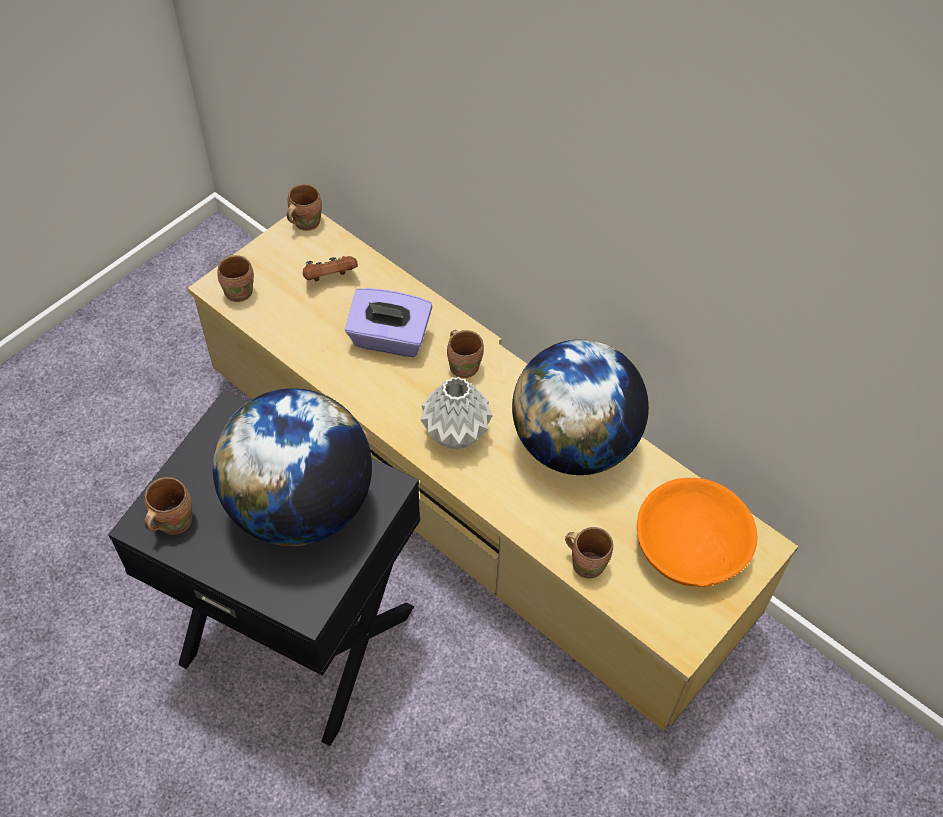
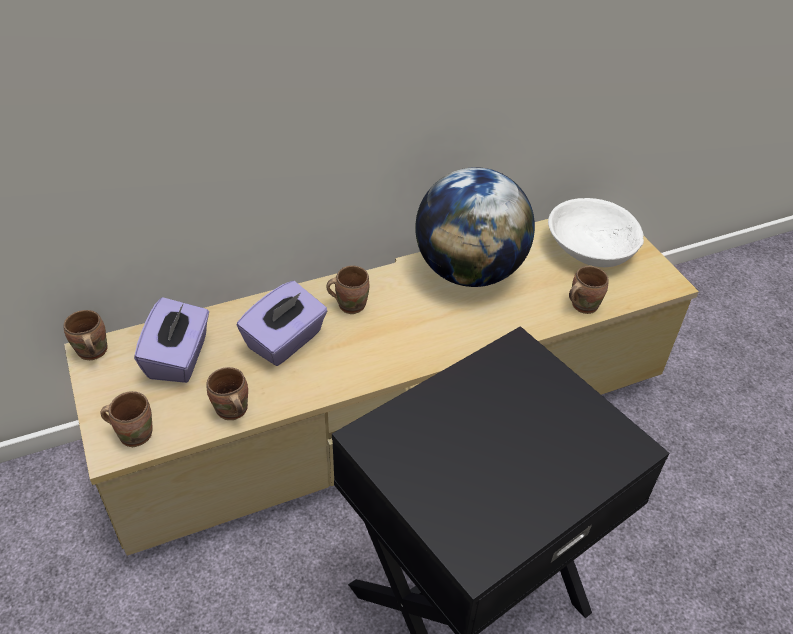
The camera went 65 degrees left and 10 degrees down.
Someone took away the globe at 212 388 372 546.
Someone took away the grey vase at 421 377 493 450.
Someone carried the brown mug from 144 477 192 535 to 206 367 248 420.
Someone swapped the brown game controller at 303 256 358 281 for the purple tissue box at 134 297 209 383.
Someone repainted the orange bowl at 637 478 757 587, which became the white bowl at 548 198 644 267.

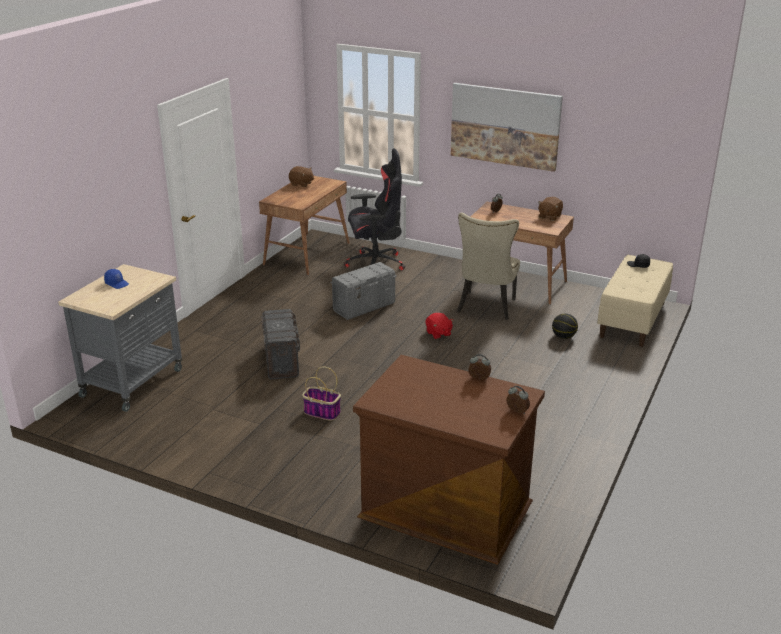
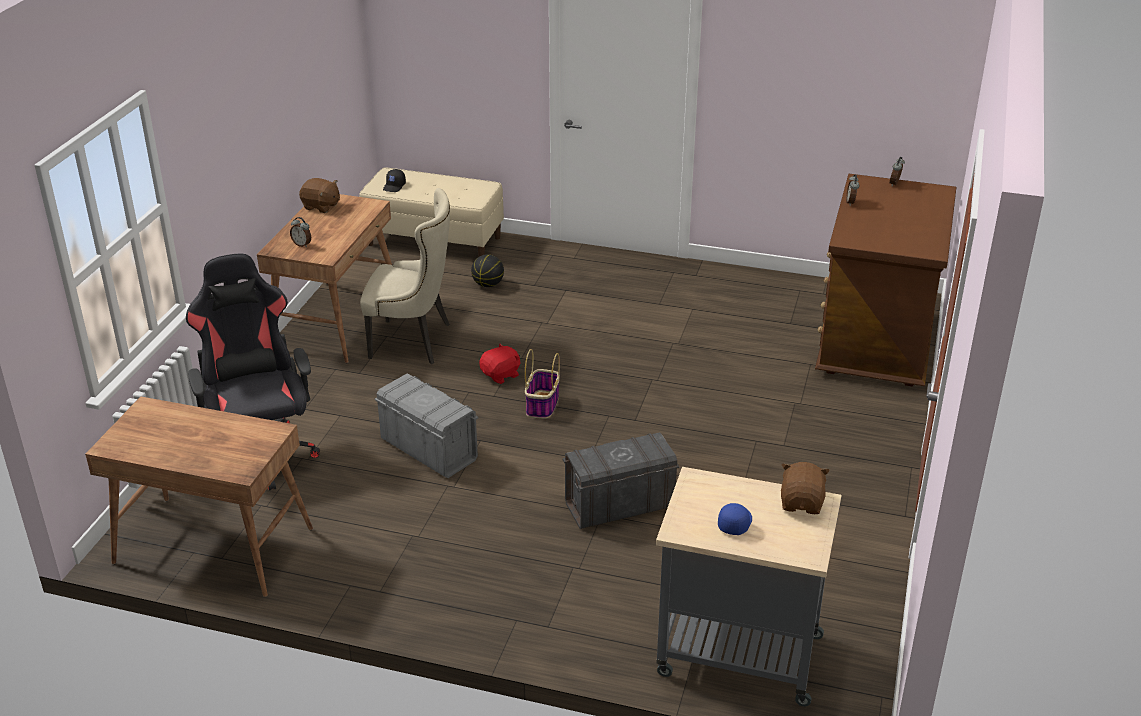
The camera went 100 degrees left and 5 degrees up.
Someone took away the picture at 451 83 563 172.
Someone carried the brown plush toy from 289 166 314 187 to 781 462 830 514.
Someone carried the basket from 302 367 341 421 to 525 349 560 419.

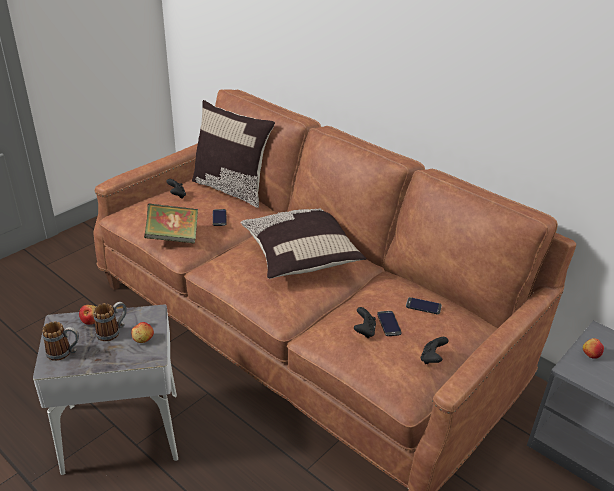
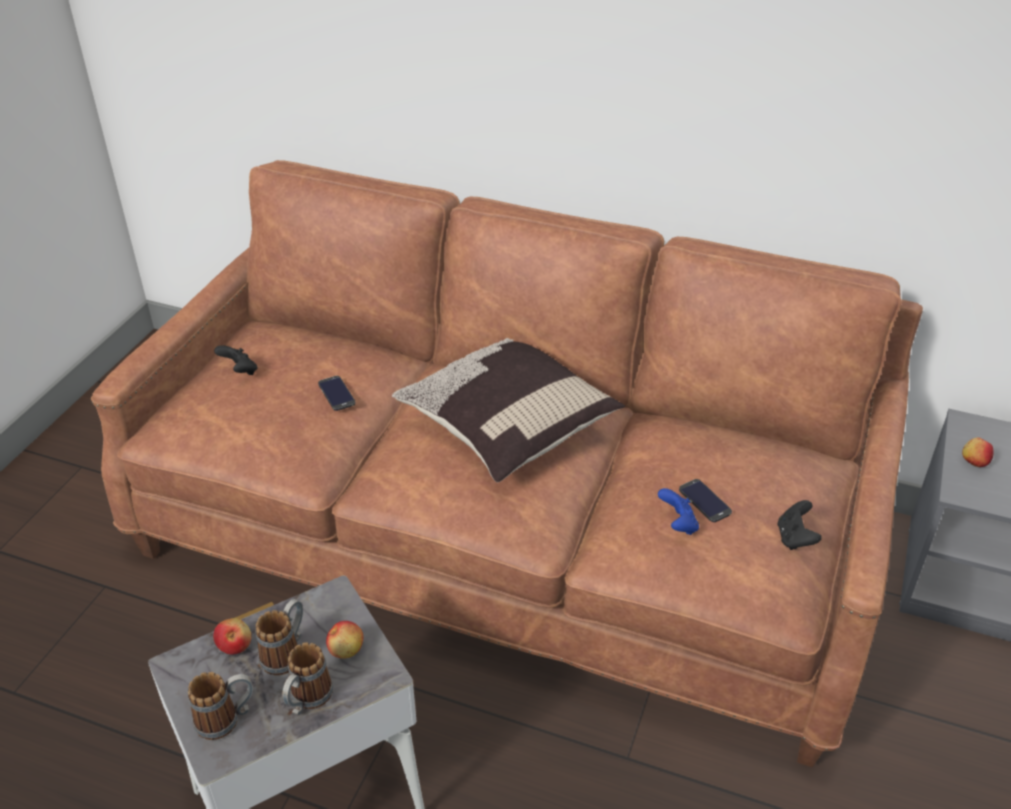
The camera went 20 degrees left and 5 degrees up.
Someone took away the book at 144 204 198 244.
Someone took away the pillow at 192 100 275 208.
Someone took away the phone at 406 297 442 314.
Someone put down the mug at 282 642 333 715.
Someone repainted the black game controller at 354 307 376 339, which became the blue game controller at 658 488 699 535.

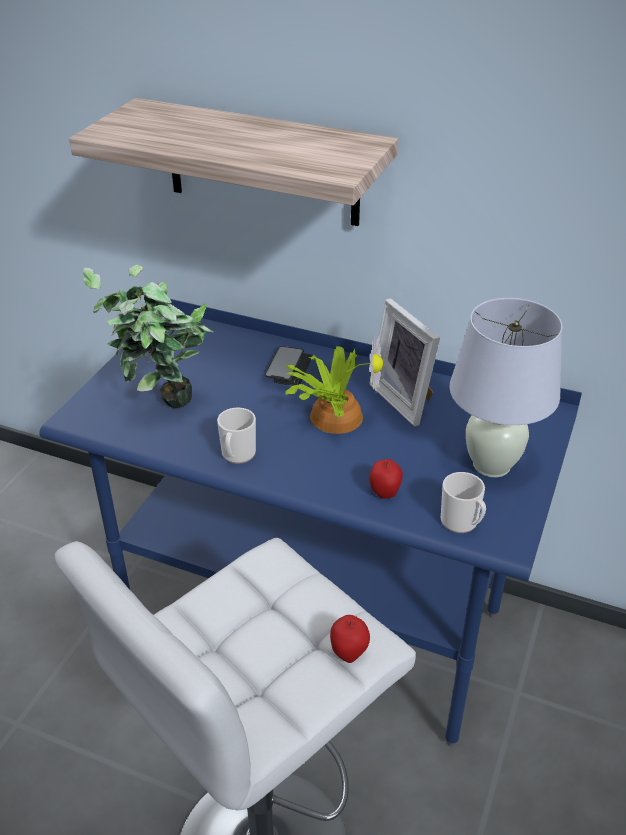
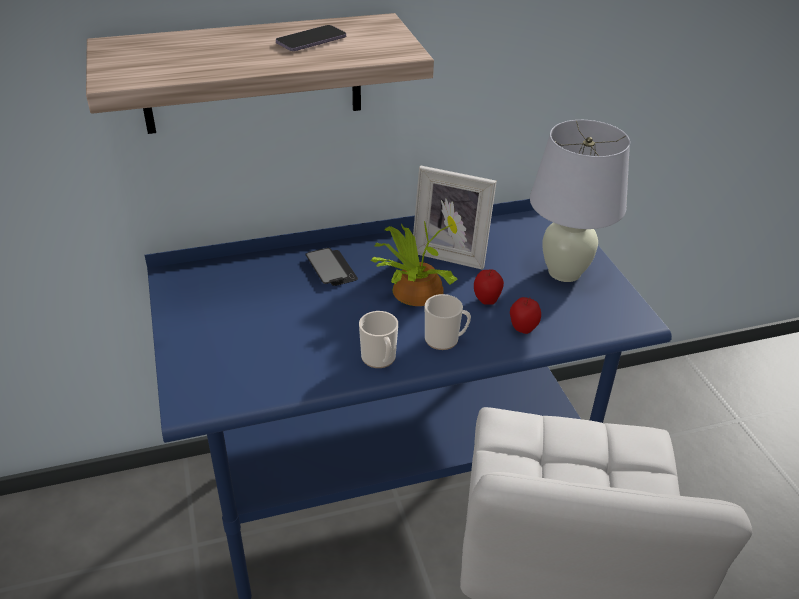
The camera went 40 degrees left and 0 degrees up.
Someone took away the potted plant at 83 265 214 408.
Someone put down the phone at 276 25 346 51.
Someone carried the apple from 330 615 370 663 to 474 269 504 305.
Someone carried the mug from 441 472 486 533 to 425 294 471 350.

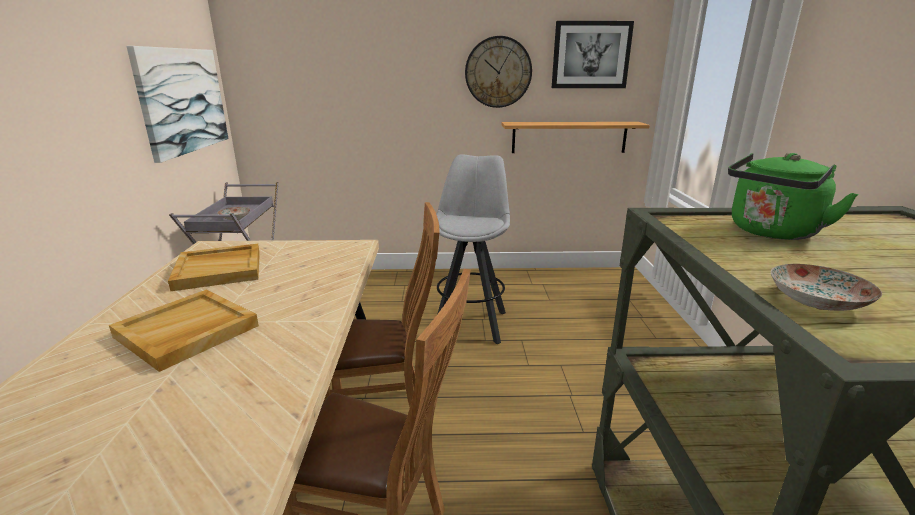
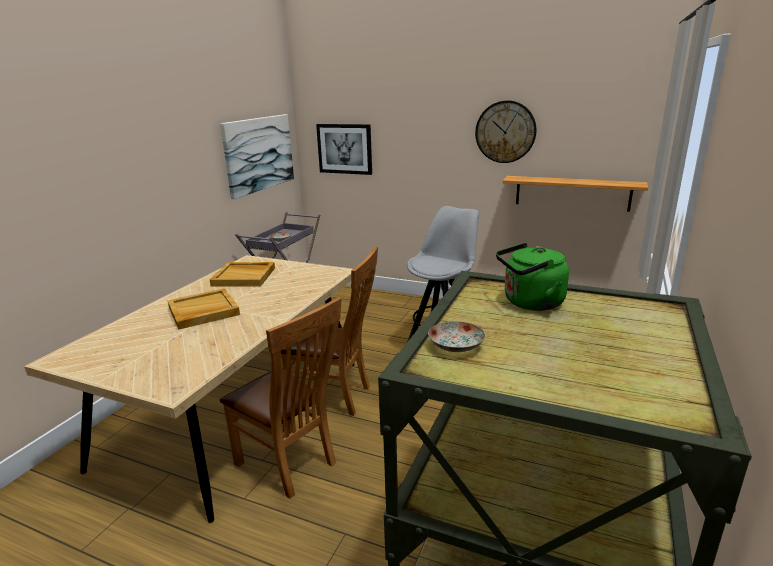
The camera went 25 degrees right and 0 degrees up.
Someone carried the picture from 552 21 634 88 to 316 124 372 175.

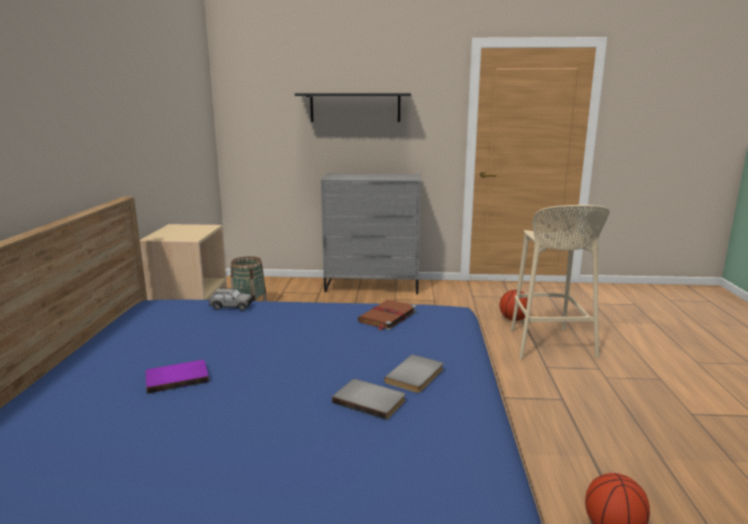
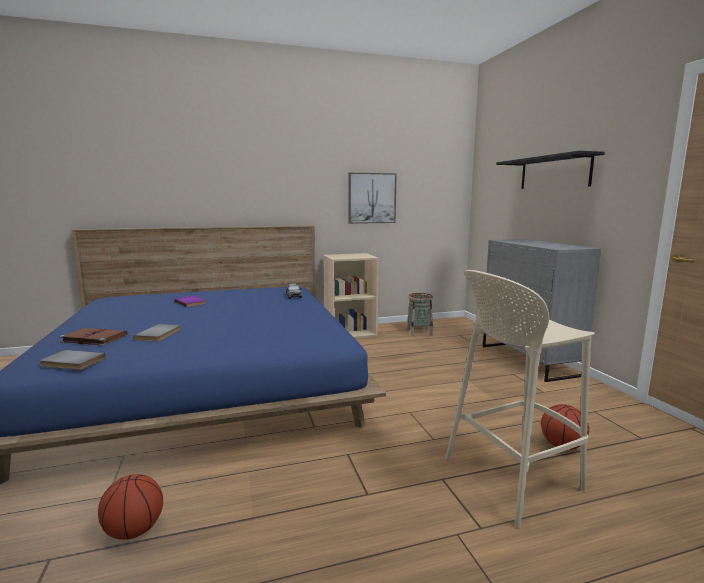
The camera went 70 degrees right and 5 degrees down.
Someone put up the picture at 349 173 397 224.
Someone carried the brown book from 358 300 417 330 to 59 328 128 346.
Someone carried the grey book from 384 354 443 393 to 39 350 106 370.

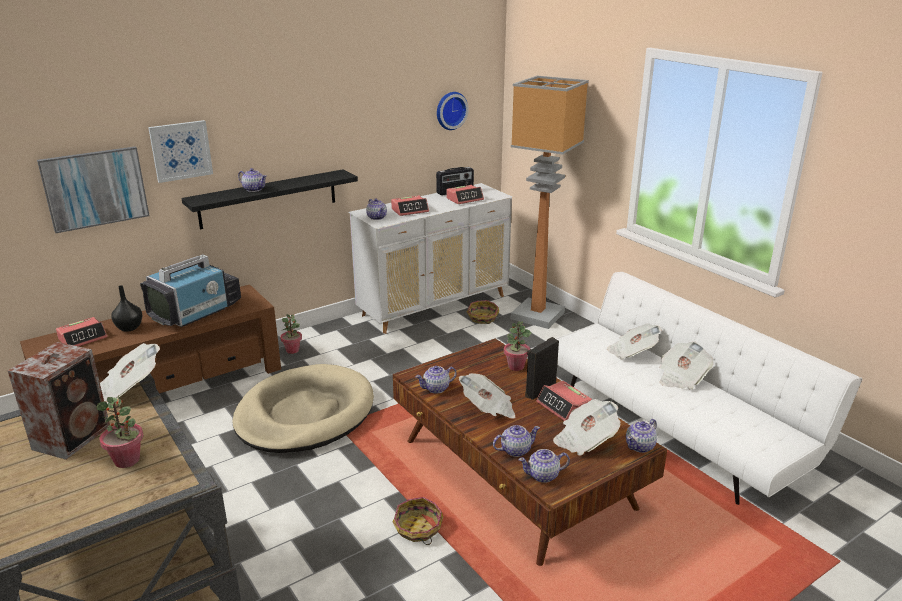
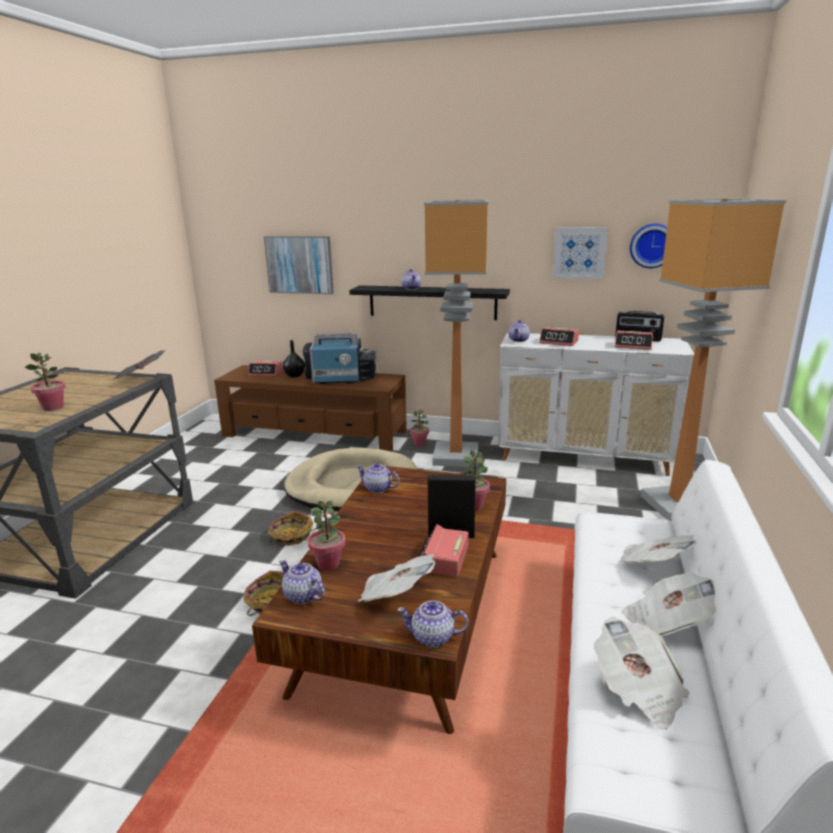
The camera went 50 degrees right and 5 degrees down.
Someone took away the speaker at 7 342 110 460.
Someone put down the floor lamp at 424 200 489 467.
Someone carried the picture from 148 120 213 183 to 553 227 608 279.
Someone carried the newspaper from 459 373 516 419 to 594 617 690 730.
Someone carried the basket from 467 300 499 324 to 268 511 314 546.
Someone swapped the teapot at 493 425 540 457 for the potted plant at 308 501 346 570.

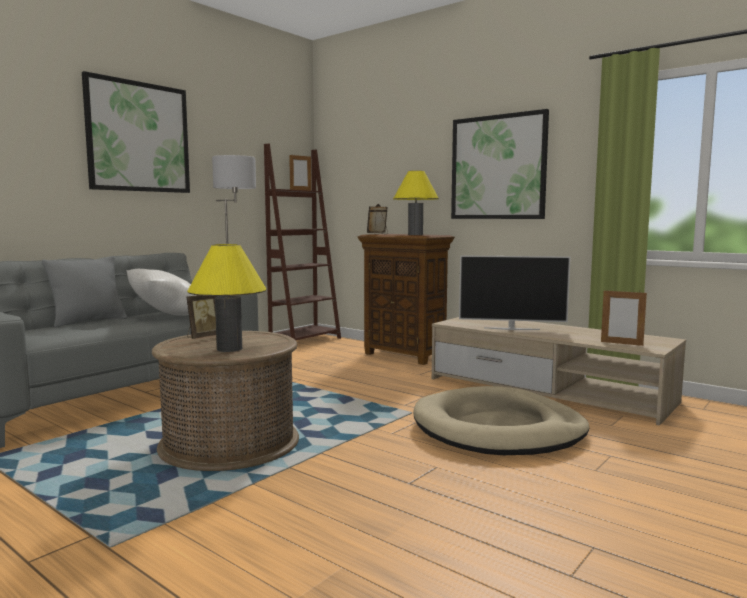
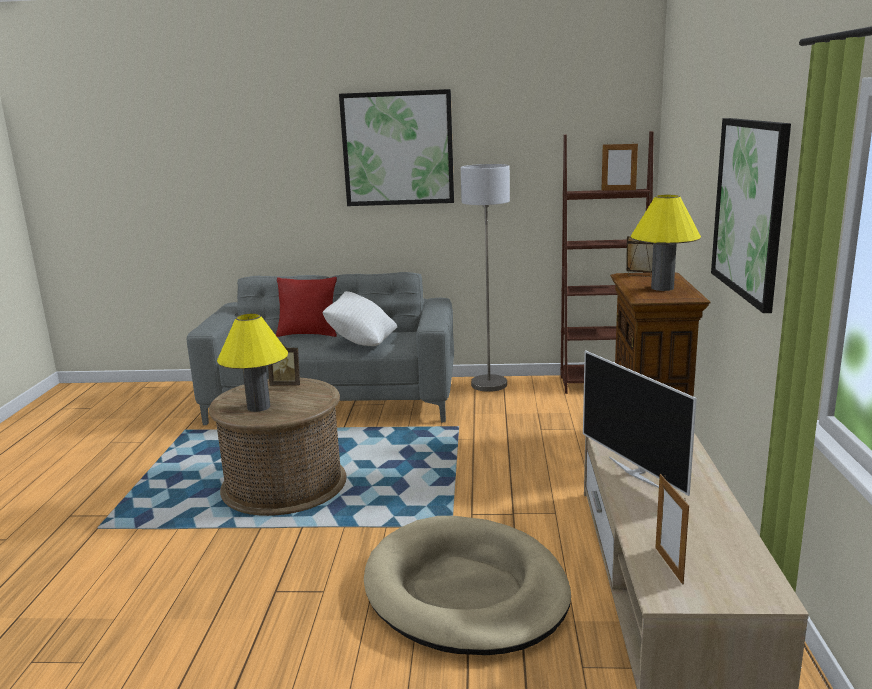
The camera went 55 degrees right and 10 degrees up.
Someone repainted the grey pillow at 42 256 127 328, which became the red pillow at 276 277 337 337.

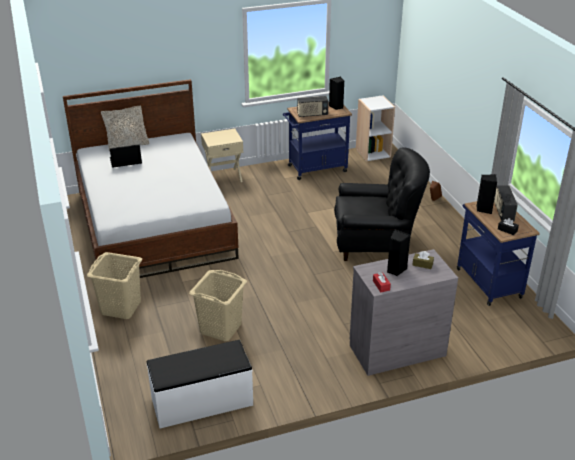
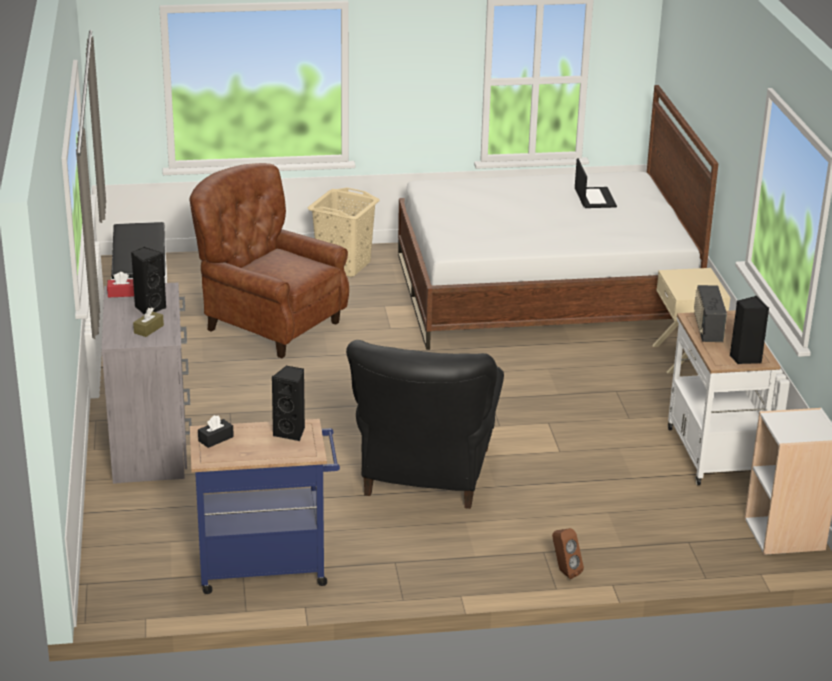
The camera went 100 degrees right and 5 degrees down.
Someone took away the beige pillow at 101 105 149 151.
Someone took away the radio at 494 185 518 221.
Someone swapped the beige laundry basket at 189 270 247 341 for the brown armchair at 190 163 349 358.
Someone repainted the blue cart at 283 103 352 180, which became the white cart at 668 310 781 485.

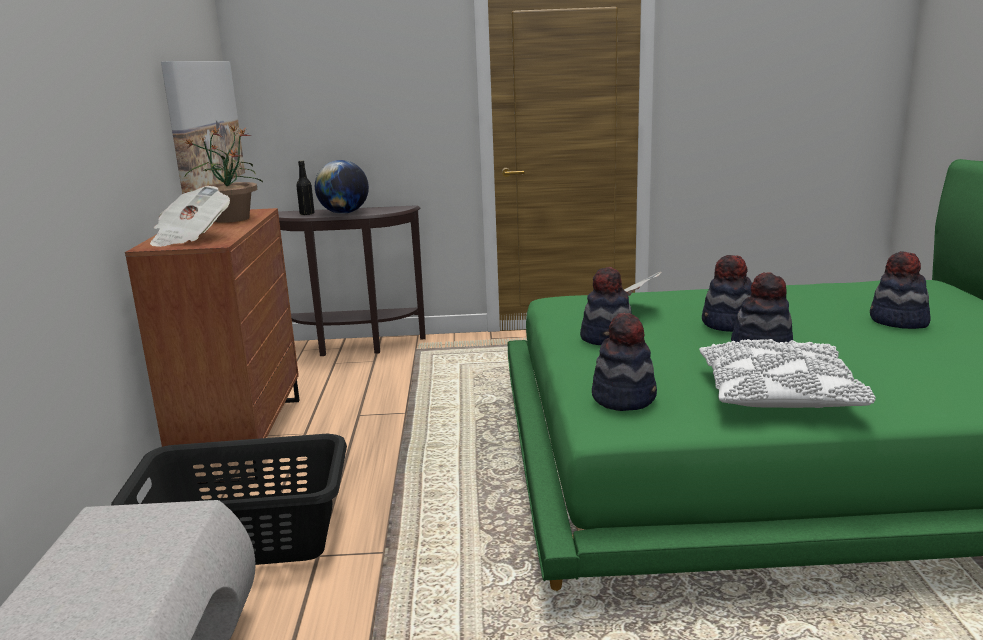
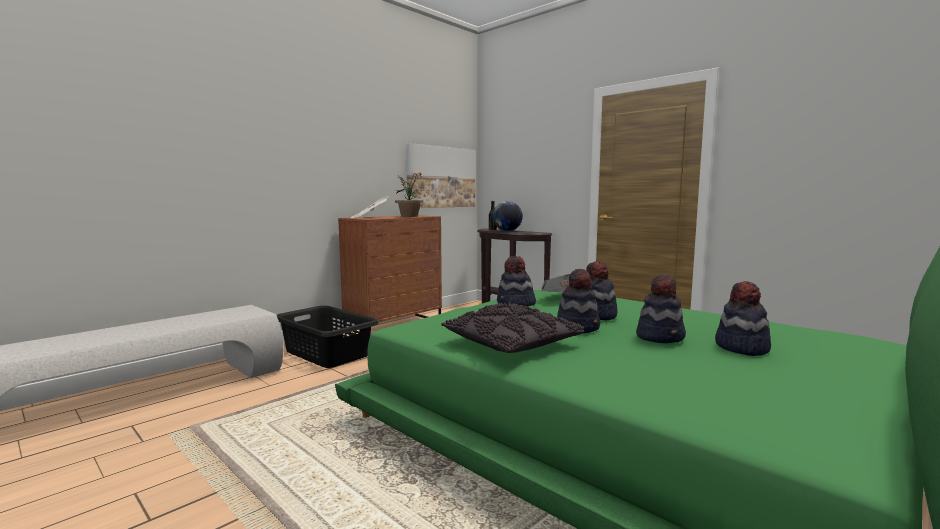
The camera went 45 degrees right and 10 degrees down.
Someone carried the hat from 592 313 657 411 to 636 274 686 343.
Someone repainted the white pillow at 699 339 876 408, which became the black pillow at 441 302 584 353.

